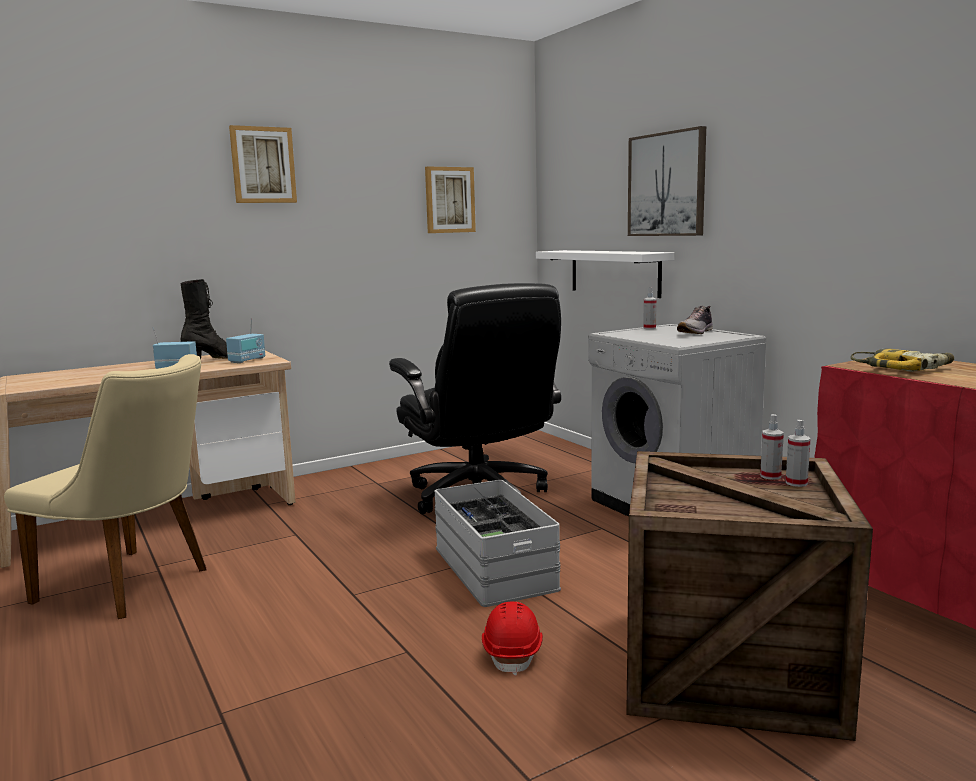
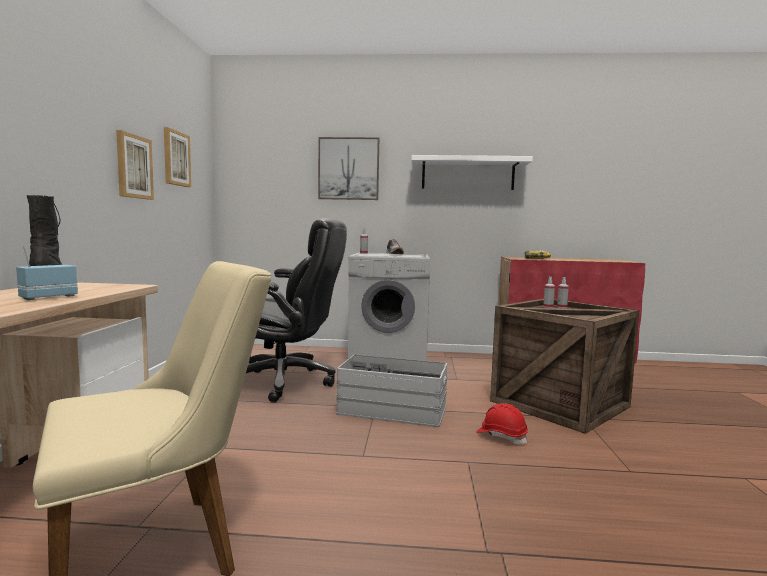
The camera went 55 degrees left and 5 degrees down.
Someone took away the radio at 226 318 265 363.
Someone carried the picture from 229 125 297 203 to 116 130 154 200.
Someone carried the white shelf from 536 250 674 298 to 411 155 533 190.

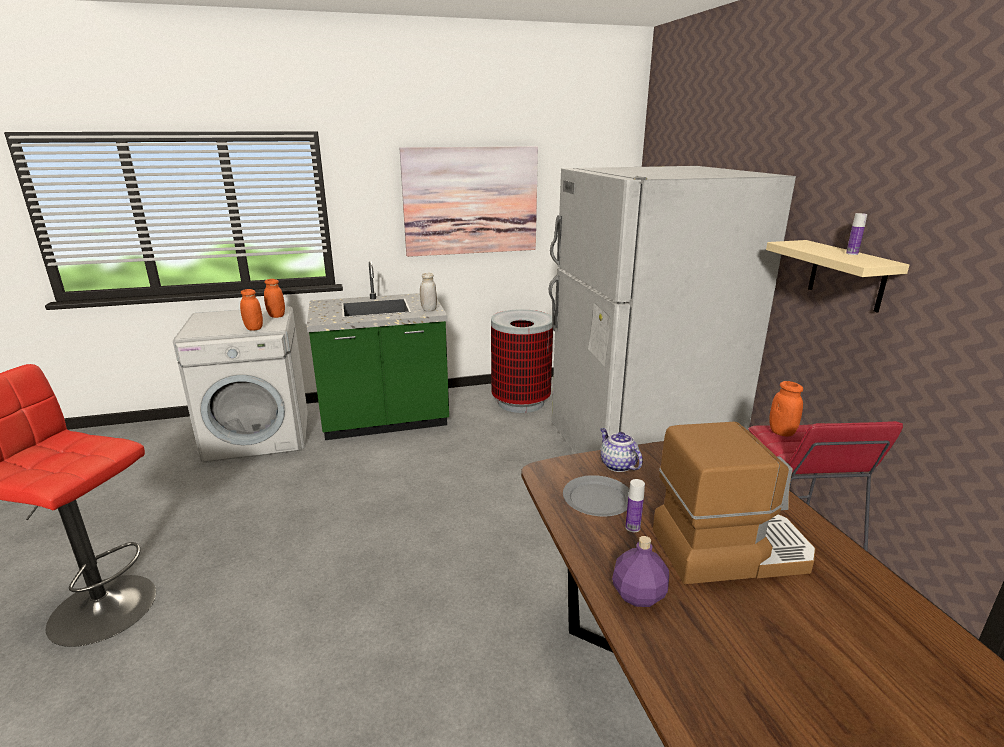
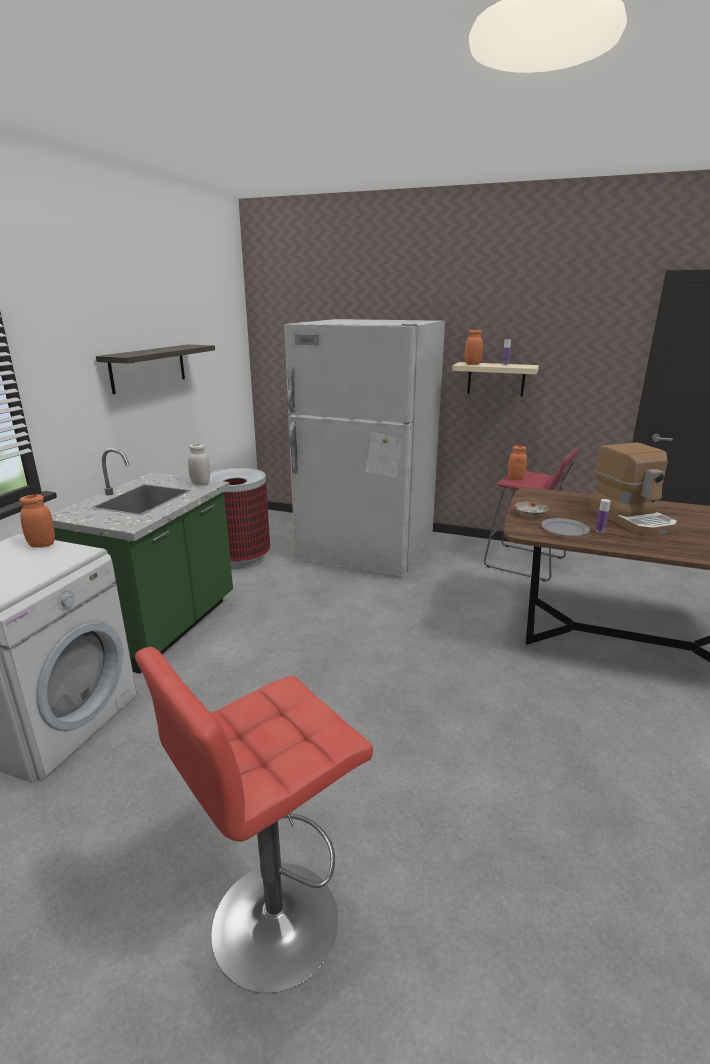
The camera went 55 degrees left and 0 degrees up.
Someone took away the purple bottle at 612 536 669 607.
Someone carried the orange jar from 240 289 263 331 to 465 330 483 365.
Someone swapped the picture at 400 146 538 257 for the shelf at 96 345 215 394.
Someone swapped the teapot at 600 428 643 472 for the plate at 514 501 549 517.
Someone rotated the coffee machine at 653 422 816 584 by 135 degrees clockwise.

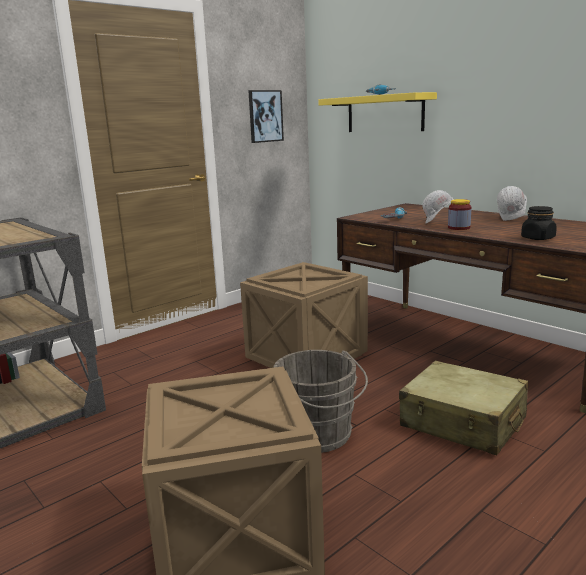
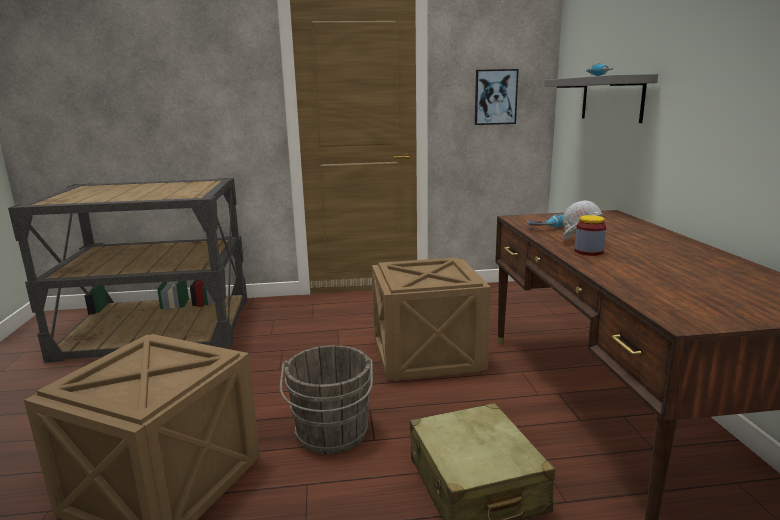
The camera went 35 degrees right and 0 degrees up.
Someone took away the white hard hat at 497 186 527 221.
Someone took away the black jar at 521 206 557 240.
Someone repainted the yellow shelf at 318 92 437 132, which became the grey shelf at 544 74 658 123.

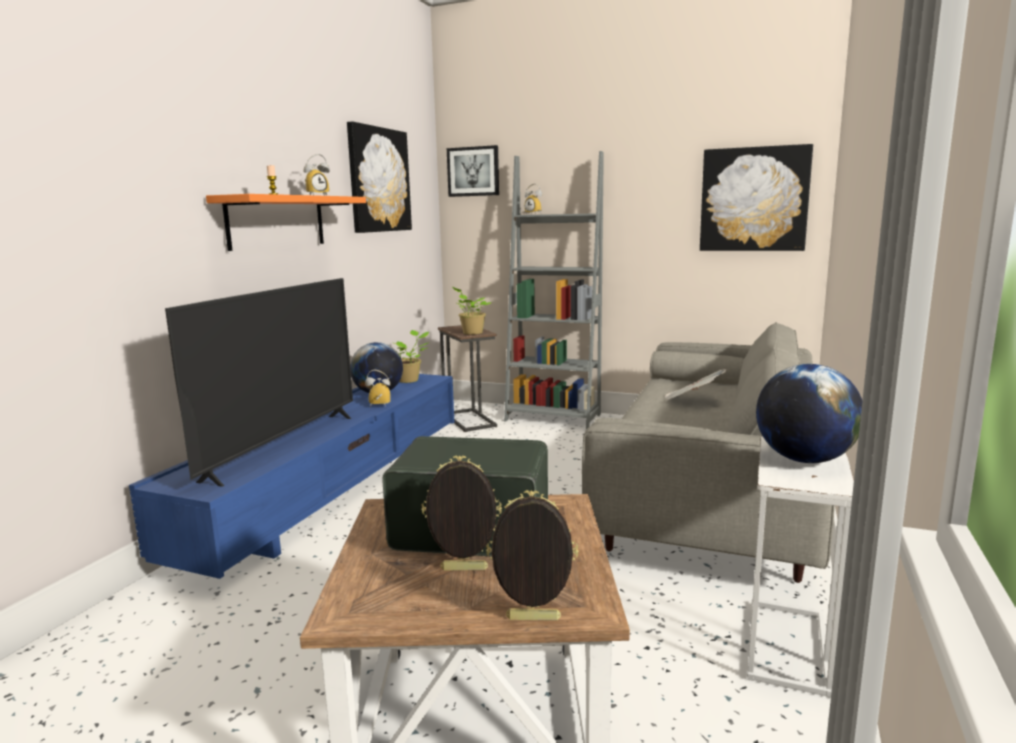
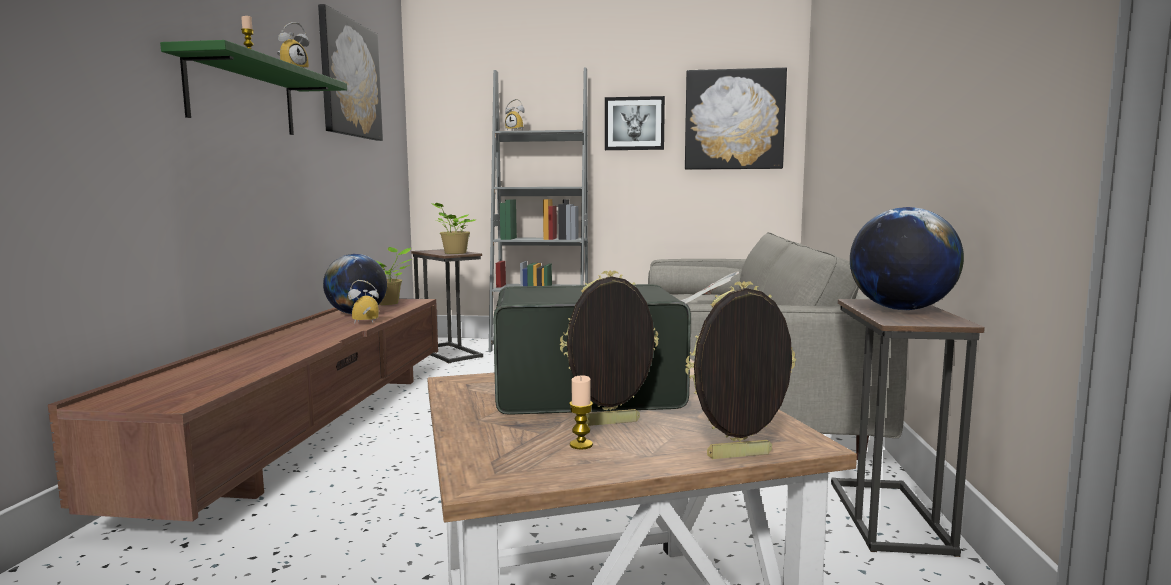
The camera went 15 degrees left and 5 degrees down.
Someone took away the television at 165 278 353 487.
Someone put down the candle at 569 375 593 450.
Someone carried the picture from 447 145 499 197 to 605 96 665 150.
Someone repainted the blue tv stand at 129 374 454 579, which became the brown tv stand at 48 299 438 521.
Someone repainted the orange shelf at 206 194 366 251, which became the green shelf at 160 40 347 135.
Someone repainted the white side table at 747 436 854 698, which became the brown side table at 831 299 985 557.

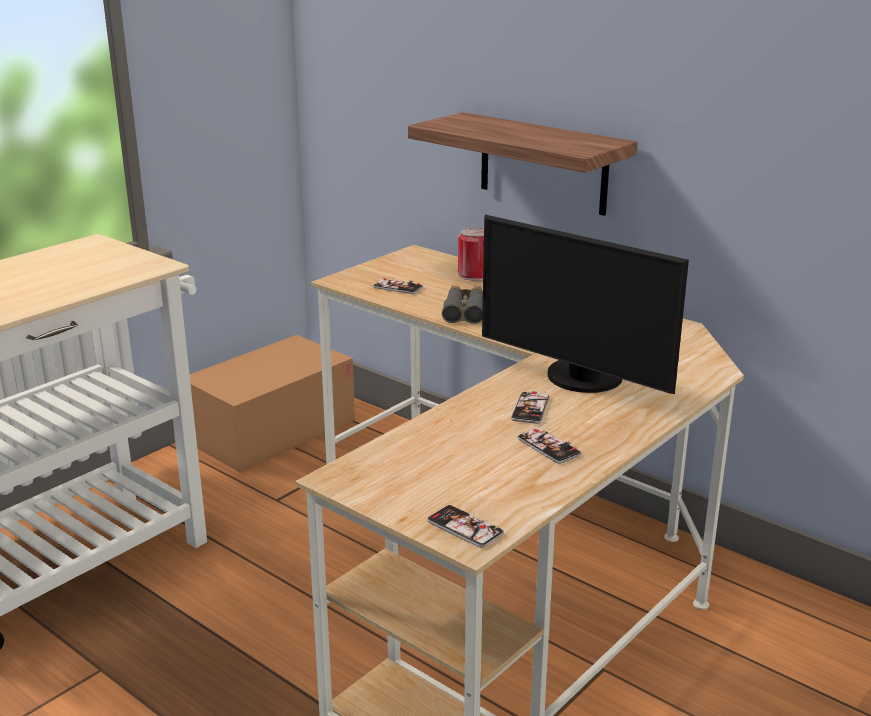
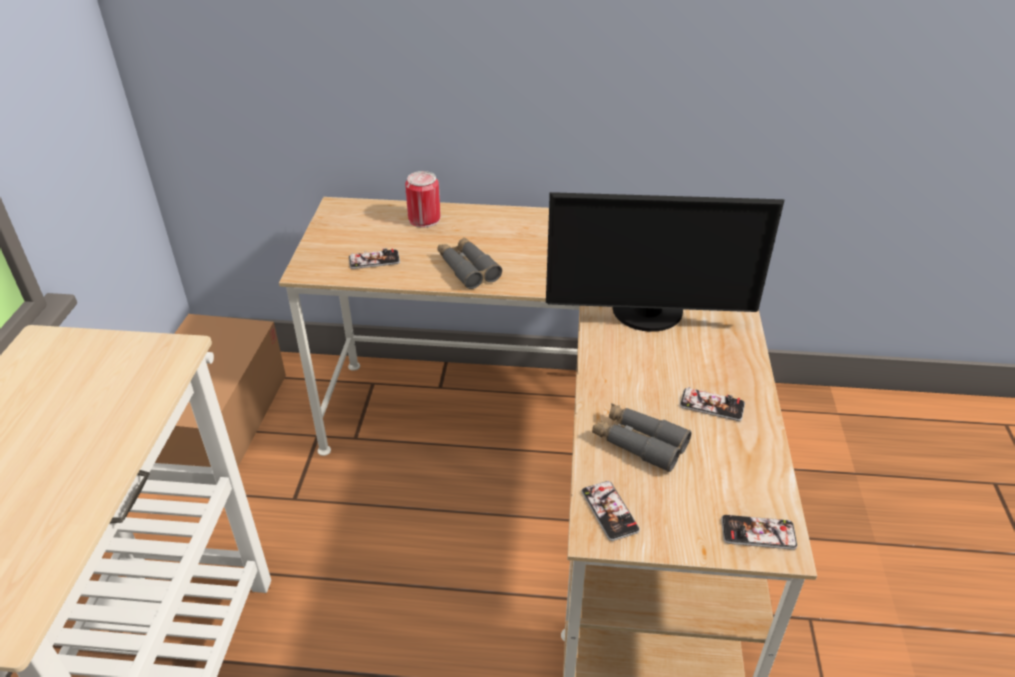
The camera went 35 degrees left and 15 degrees up.
Someone took away the shelf at 408 112 637 216.
Someone put down the grey binoculars at 592 403 691 472.
Someone carried the phone from 511 390 550 424 to 581 481 640 541.

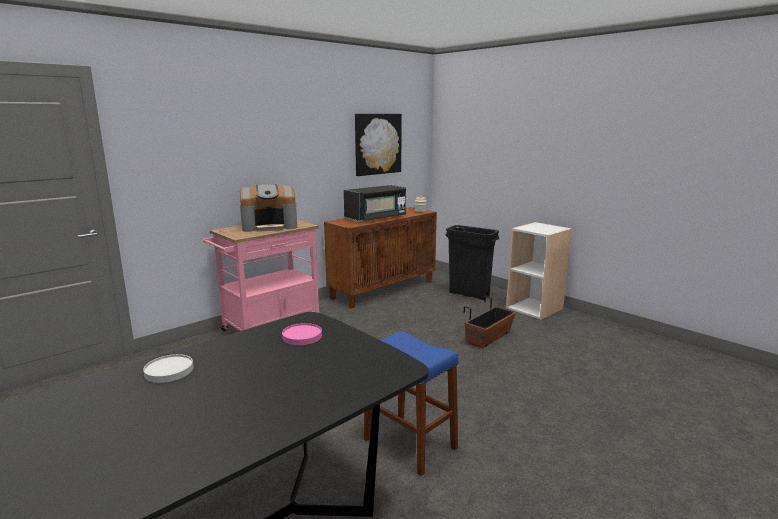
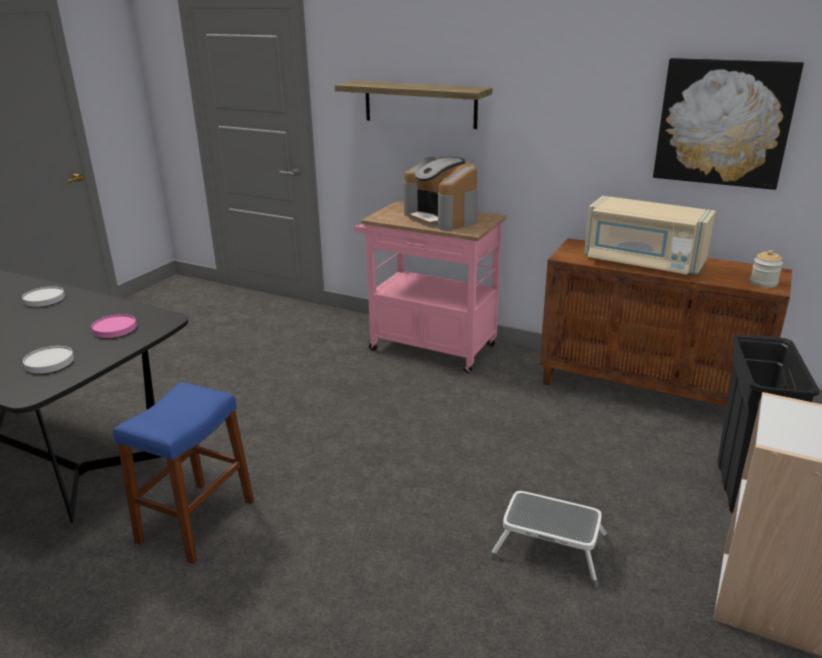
The camera went 70 degrees right and 10 degrees up.
Someone put down the white plate at 23 346 74 374.
Someone put up the shelf at 335 81 492 129.
Someone swapped the planter at 464 296 516 348 for the grey step ladder at 489 491 609 588.
Someone repainted the black microwave at 344 185 406 222, which became the beige microwave at 584 196 716 275.

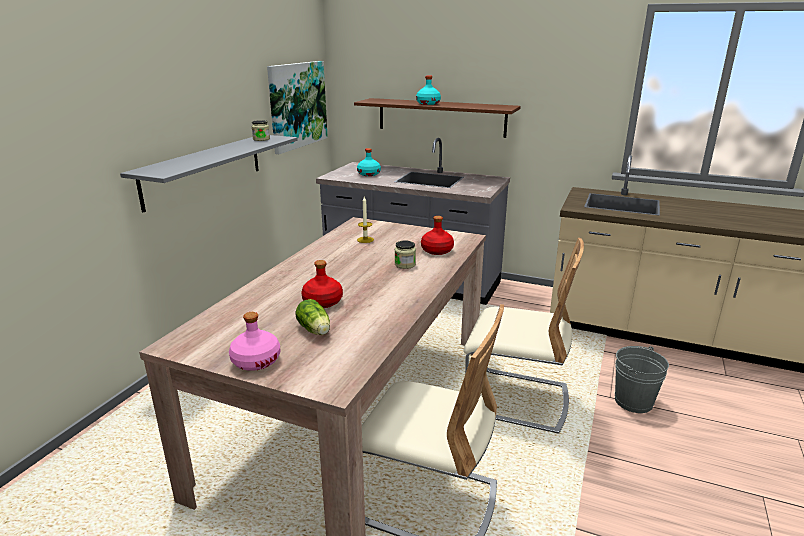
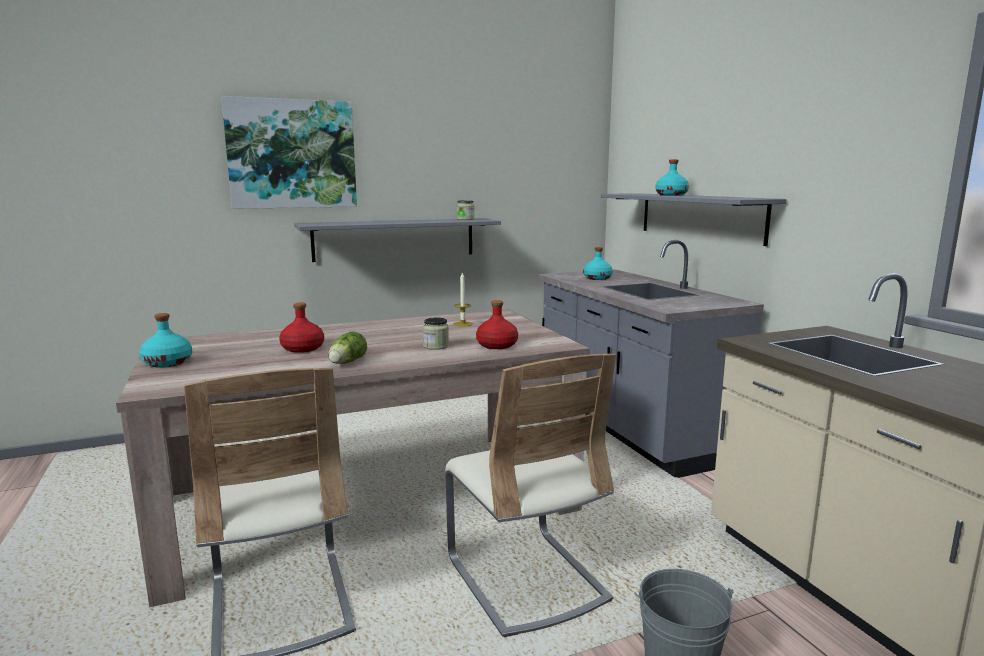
The camera went 45 degrees right and 10 degrees down.
Someone carried the picture from 267 61 328 154 to 221 96 357 209.
Someone carried the lettuce from 295 299 330 335 to 328 332 367 364.
Someone repainted the pink bottle at 229 312 280 371, which became the turquoise bottle at 140 313 192 368.
Someone repainted the brown shelf at 354 98 521 138, which became the grey shelf at 601 193 786 246.

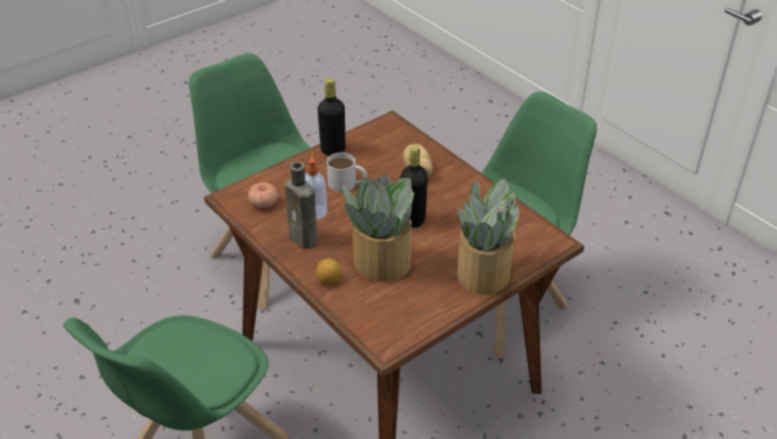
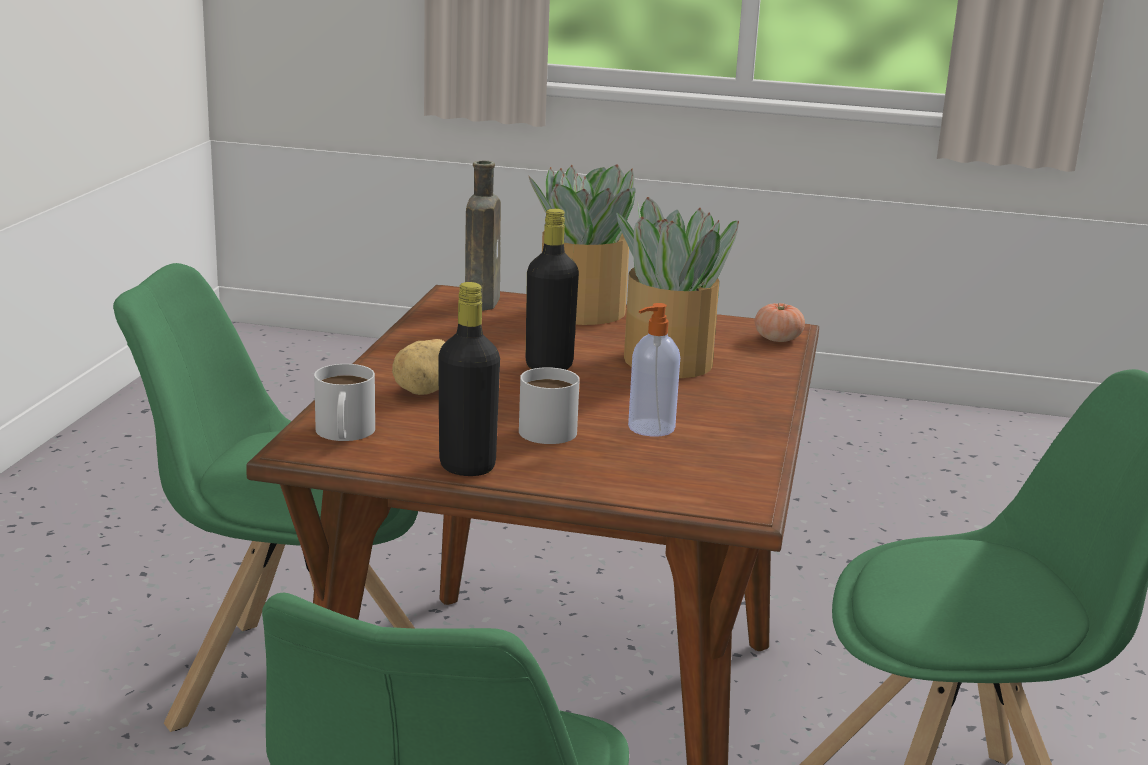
The camera went 130 degrees left and 20 degrees down.
Someone took away the lemon at 316 258 341 285.
Someone put down the white mug at 314 364 375 441.
Someone carried the tomato from 248 182 278 208 to 755 303 805 342.
Someone carried the brown bottle from 285 162 317 249 to 465 161 501 311.

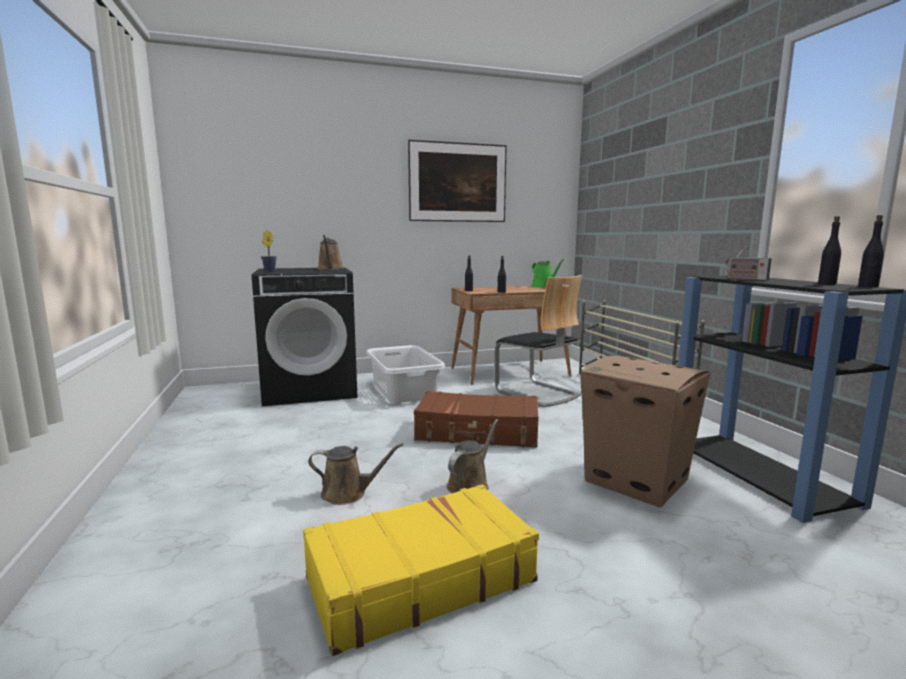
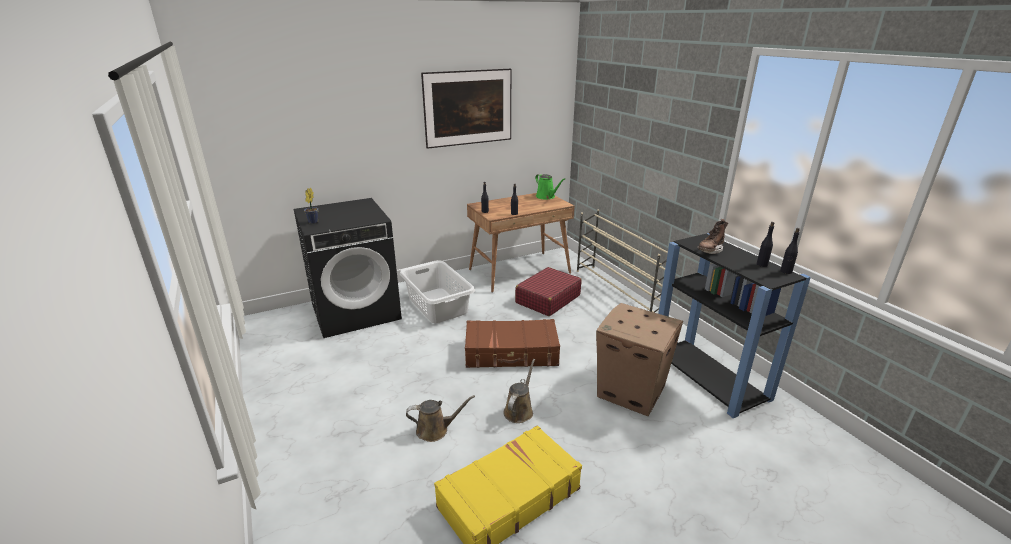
The camera went 10 degrees left and 15 degrees up.
Someone took away the brown watering can at 318 235 344 270.
Someone swapped the chair at 495 275 582 407 for the red suitcase at 515 267 582 316.
Someone swapped the radio at 726 246 772 281 for the brown boot at 697 219 728 254.

